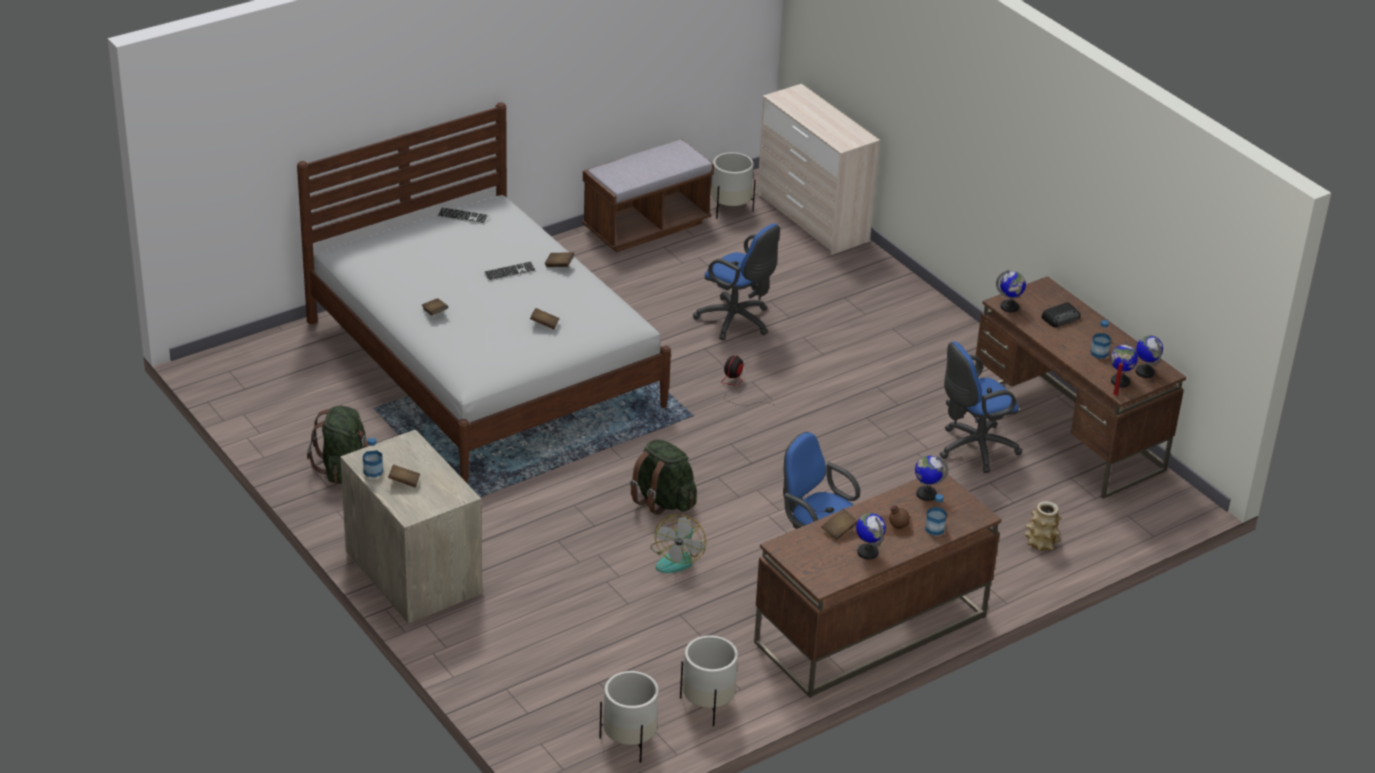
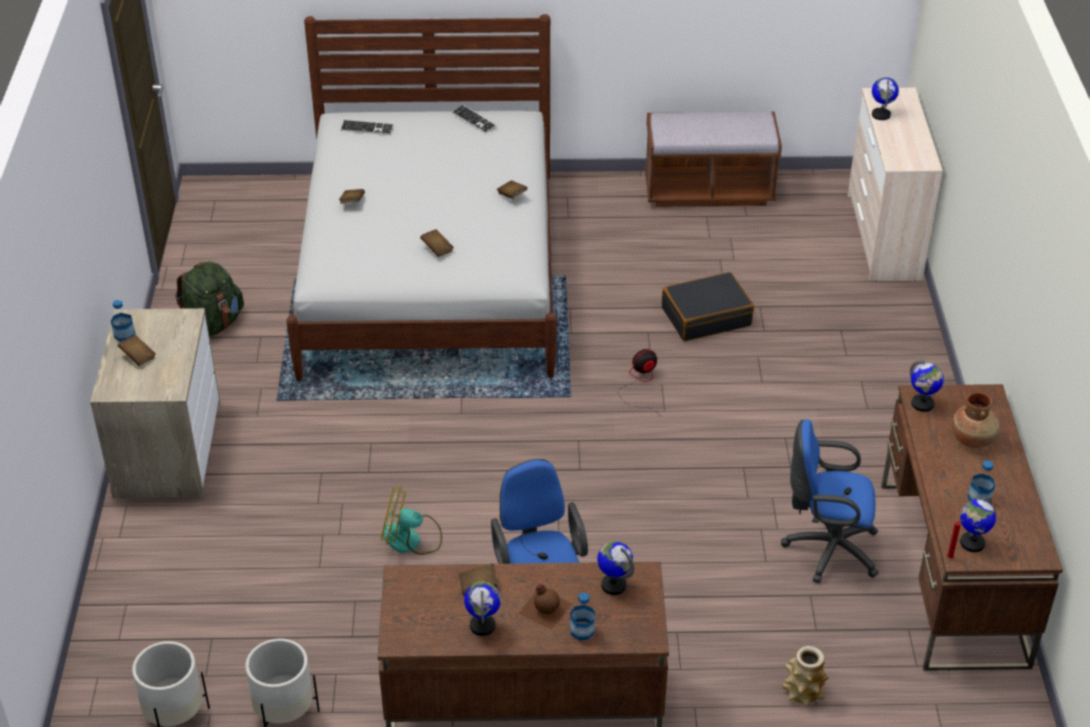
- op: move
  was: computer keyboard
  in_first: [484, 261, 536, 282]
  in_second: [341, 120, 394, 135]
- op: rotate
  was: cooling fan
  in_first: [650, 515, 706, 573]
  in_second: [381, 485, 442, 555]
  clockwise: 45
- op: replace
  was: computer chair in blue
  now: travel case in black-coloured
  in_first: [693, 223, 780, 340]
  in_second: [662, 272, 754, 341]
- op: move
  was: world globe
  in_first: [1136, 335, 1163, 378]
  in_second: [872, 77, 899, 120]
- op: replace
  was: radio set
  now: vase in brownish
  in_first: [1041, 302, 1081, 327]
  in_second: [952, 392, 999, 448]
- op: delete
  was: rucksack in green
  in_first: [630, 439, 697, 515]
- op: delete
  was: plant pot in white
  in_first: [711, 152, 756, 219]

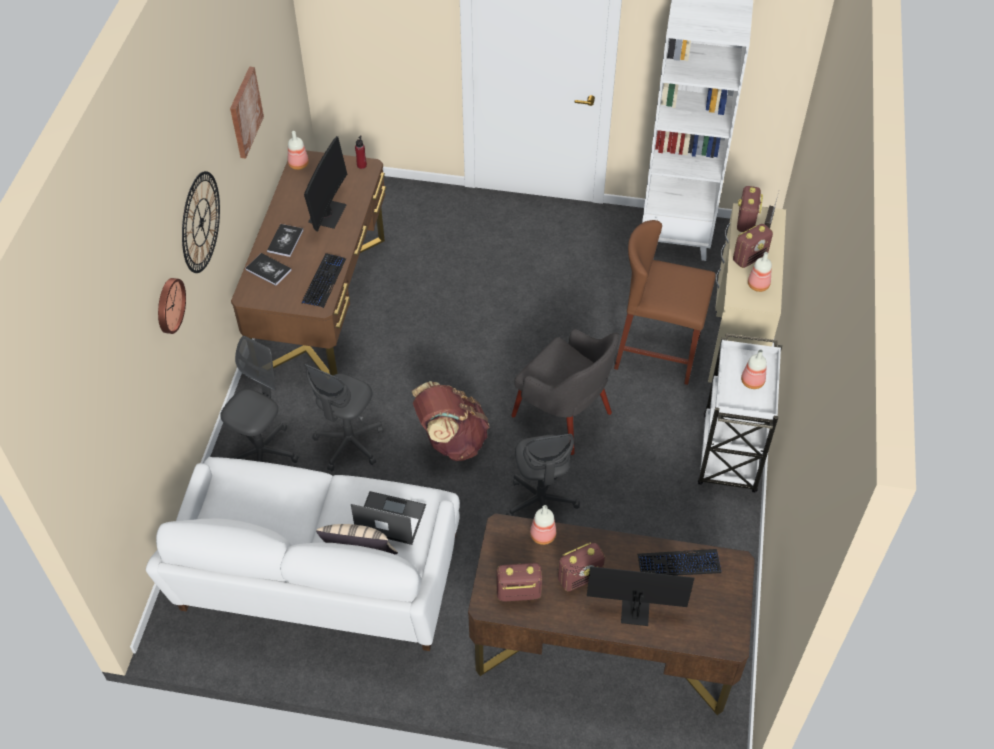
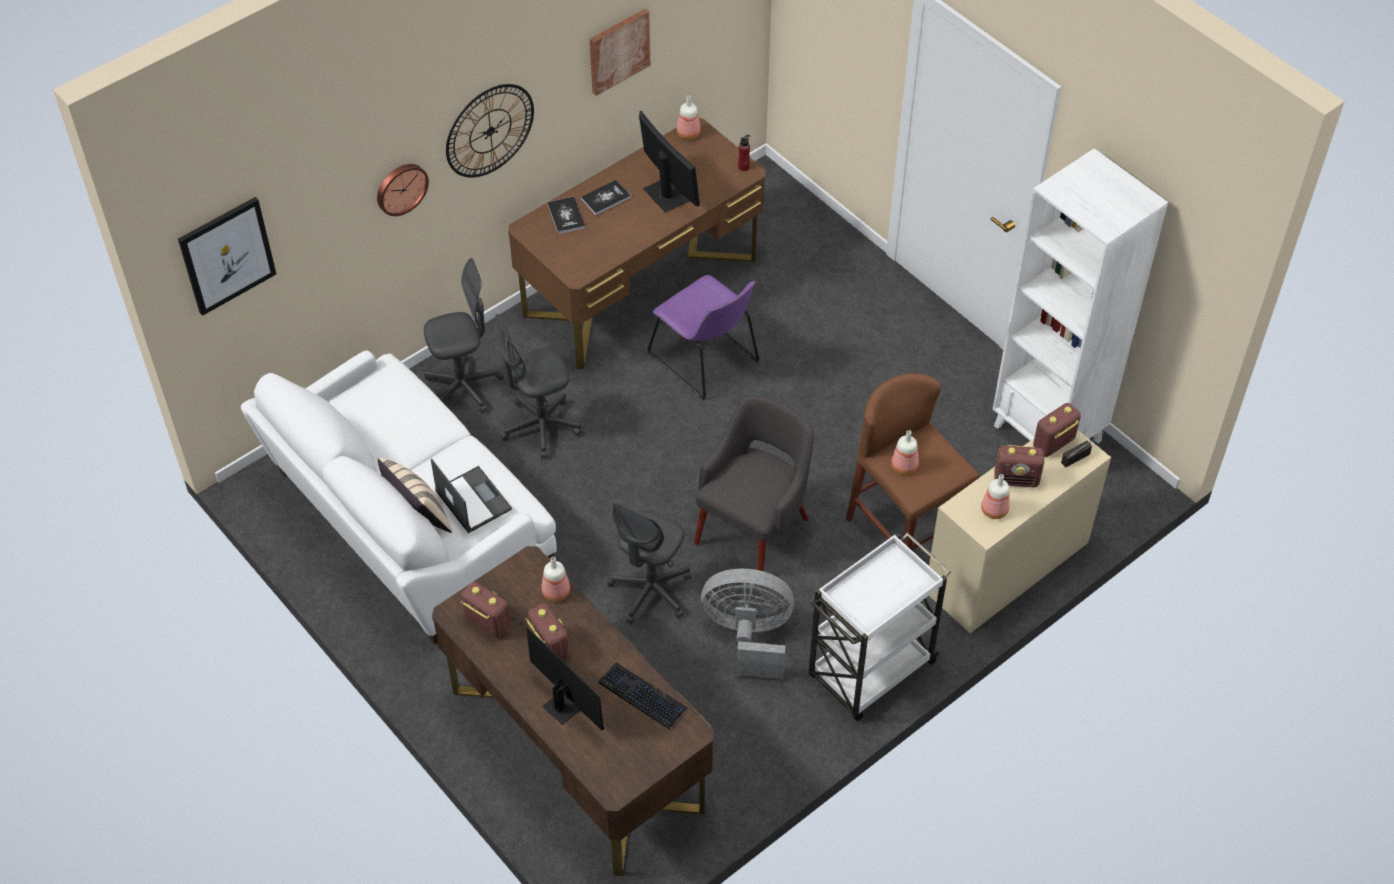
- op: insert
  now: wall art
  in_second: [178, 197, 276, 316]
- op: rotate
  was: radio set
  in_first: [558, 542, 605, 592]
  in_second: [526, 603, 570, 661]
  clockwise: -135
- op: rotate
  was: computer screen
  in_first: [304, 136, 347, 231]
  in_second: [639, 111, 700, 212]
  clockwise: -90
- op: insert
  now: chair in purple
  in_second: [647, 275, 760, 400]
- op: rotate
  was: easy chair in grey
  in_first: [511, 329, 620, 455]
  in_second: [694, 395, 814, 571]
  clockwise: -135
- op: insert
  now: cooling fan in grey
  in_second: [701, 569, 794, 679]
- op: move
  was: beverage bottle
  in_first: [741, 350, 767, 389]
  in_second: [891, 430, 919, 475]
- op: delete
  was: computer keyboard
  in_first: [301, 253, 346, 308]
- op: delete
  was: rucksack in brownish
  in_first: [412, 381, 490, 461]

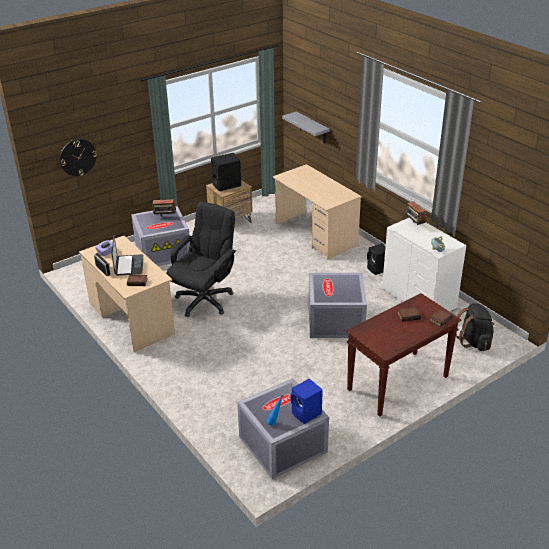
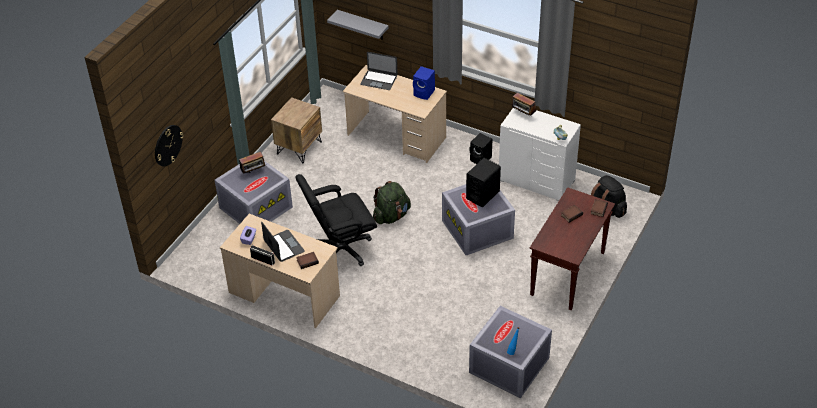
- op: rotate
  was: computer chair in black-coloured
  in_first: [166, 201, 236, 317]
  in_second: [295, 174, 377, 266]
  clockwise: -120
- op: insert
  now: laptop
  in_second: [360, 52, 398, 90]
- op: insert
  now: rucksack in green
  in_second: [373, 181, 411, 224]
- op: move
  was: audio speaker in blue
  in_first: [290, 378, 323, 424]
  in_second: [413, 66, 435, 100]
- op: move
  was: audio speaker in black-coloured
  in_first: [211, 153, 241, 191]
  in_second: [466, 158, 501, 207]

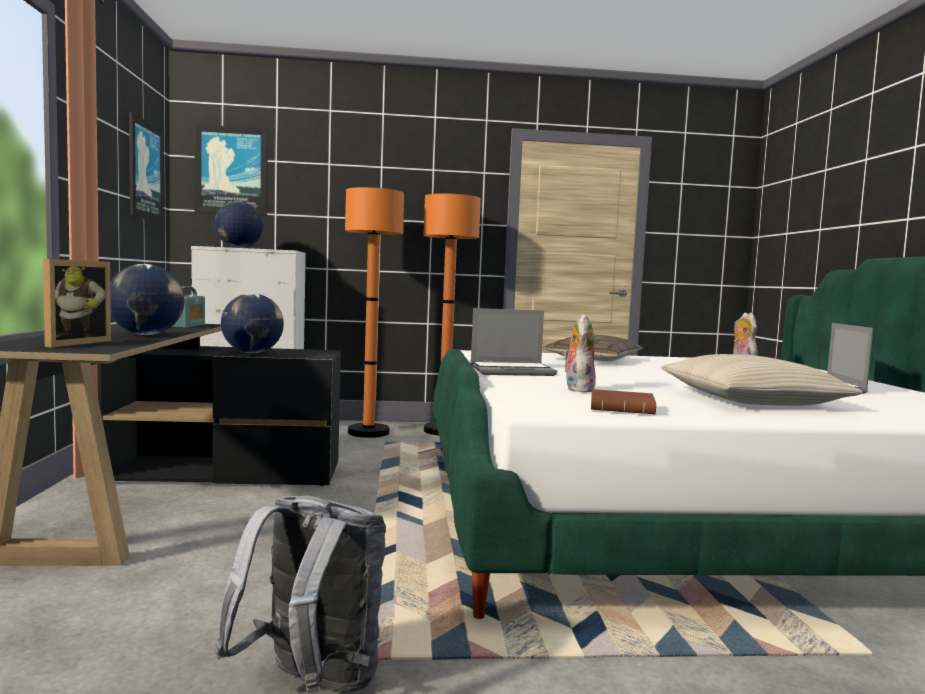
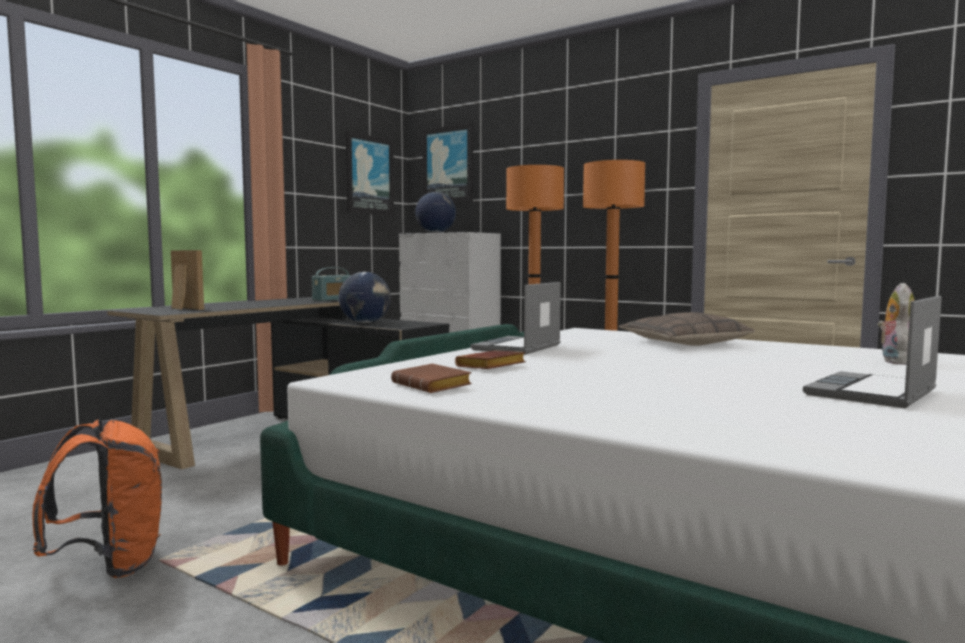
- op: recolor
  was: rucksack in grey
  now: rucksack in orange-coloured
  in_first: [214, 495, 386, 693]
  in_second: [32, 419, 162, 578]
- op: rotate
  was: photo frame
  in_first: [43, 259, 111, 347]
  in_second: [171, 250, 204, 310]
  clockwise: -105
- op: replace
  was: cuddly toy
  now: volume in brownish
  in_first: [563, 314, 596, 392]
  in_second: [455, 350, 526, 369]
- op: rotate
  was: laptop
  in_first: [471, 308, 557, 376]
  in_second: [470, 282, 561, 355]
  clockwise: 90
- op: delete
  was: world globe
  in_first: [110, 264, 185, 335]
- op: delete
  was: cushion in sand-coloured
  in_first: [661, 354, 863, 406]

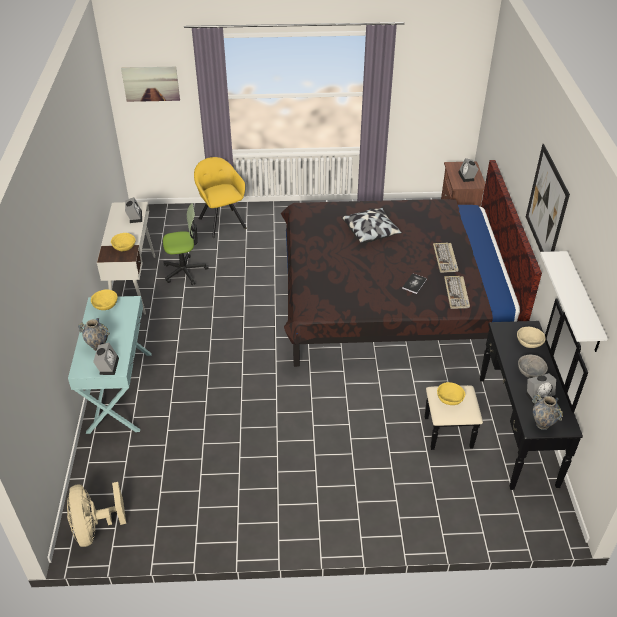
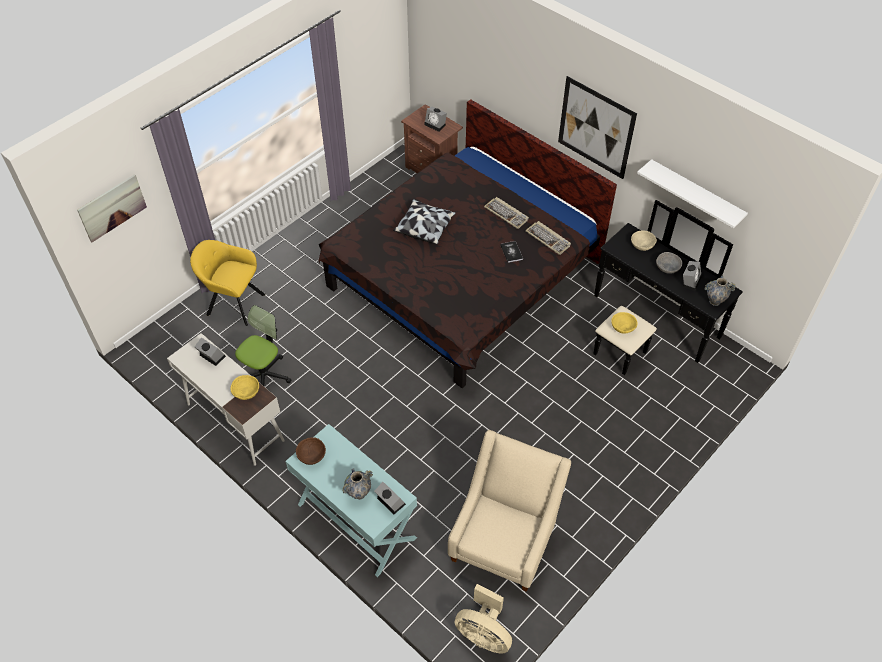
- op: recolor
  was: bowl in yellow-coloured
  now: bowl in brownish
  in_first: [91, 289, 118, 310]
  in_second: [296, 437, 326, 465]
- op: insert
  now: easy chair in sand-coloured
  in_second: [448, 430, 571, 592]

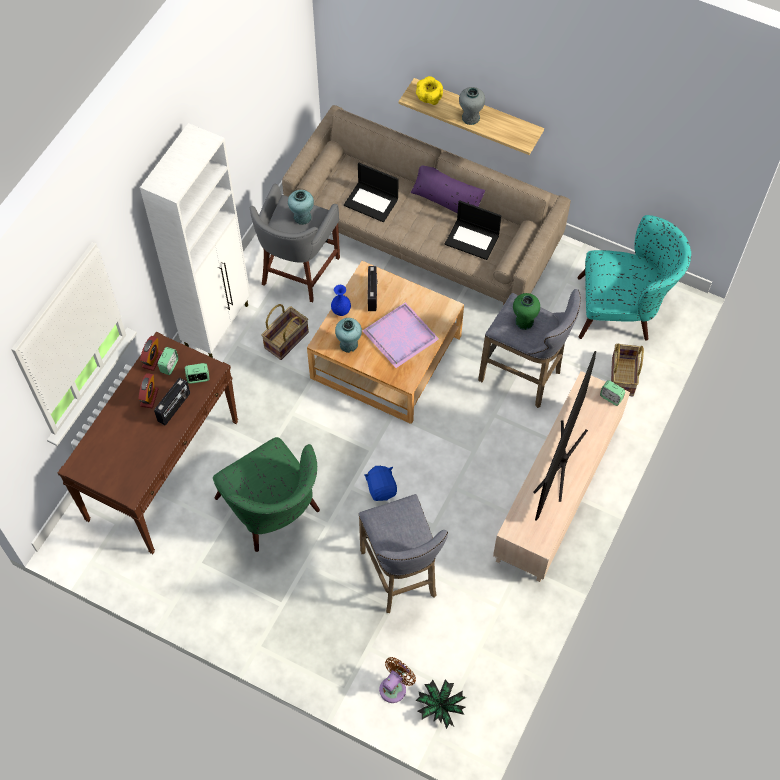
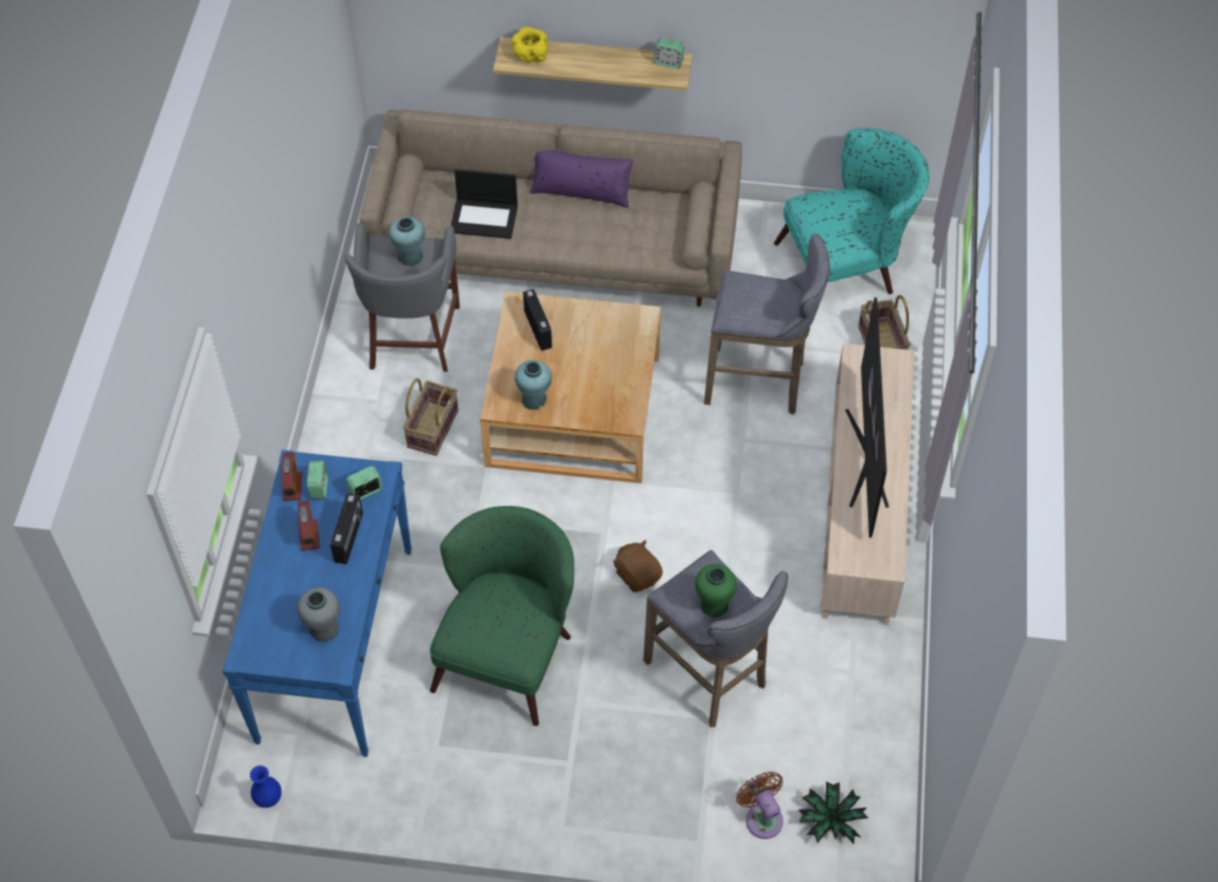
- op: recolor
  was: console table in brownish
  now: console table in blue
  in_first: [58, 332, 238, 554]
  in_second: [222, 450, 412, 757]
- op: move
  was: vase in blue
  in_first: [331, 285, 351, 316]
  in_second: [250, 765, 281, 808]
- op: move
  was: vase in grey
  in_first: [459, 87, 485, 125]
  in_second: [297, 587, 340, 642]
- op: rotate
  was: easy chair in green
  in_first: [213, 437, 320, 552]
  in_second: [430, 506, 574, 726]
  clockwise: -105
- op: recolor
  was: cuddly toy in blue
  now: cuddly toy in brownish
  in_first: [364, 466, 397, 501]
  in_second: [613, 540, 663, 592]
- op: move
  was: table clock
  in_first: [600, 380, 625, 406]
  in_second: [654, 38, 684, 69]
- op: move
  was: vase in green
  in_first: [513, 293, 540, 330]
  in_second: [695, 564, 737, 618]
- op: rotate
  was: cooling fan in brownish
  in_first: [379, 657, 416, 703]
  in_second: [736, 772, 783, 839]
  clockwise: -45
- op: delete
  was: cabinet in white
  in_first: [140, 123, 250, 358]
- op: delete
  was: carrying tray in purple
  in_first: [362, 302, 439, 368]
- op: delete
  was: laptop
  in_first: [445, 200, 501, 260]

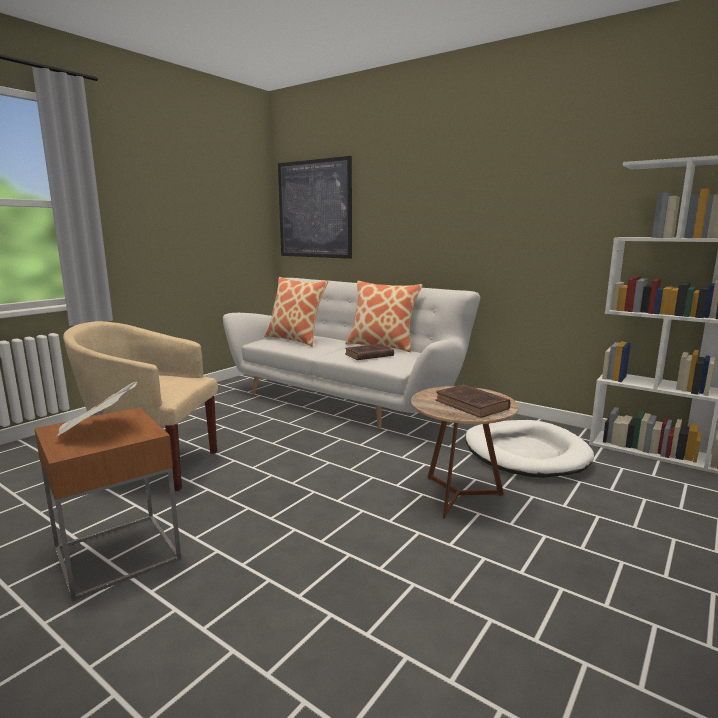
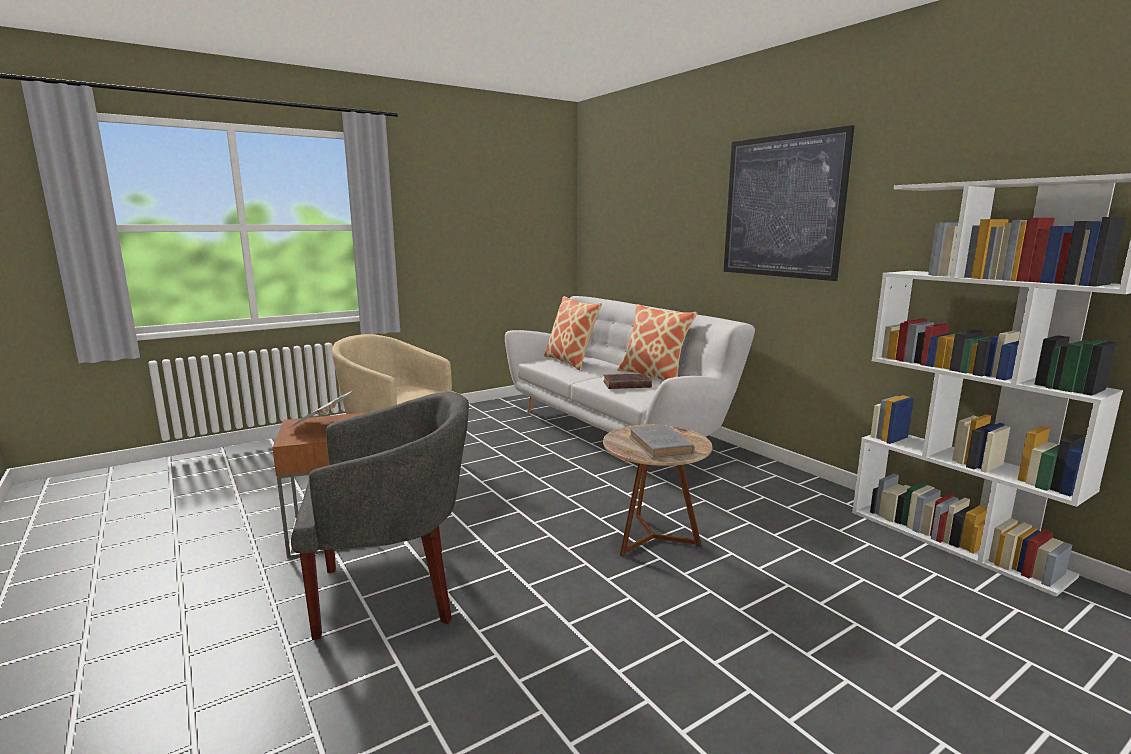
- op: insert
  now: easy chair in grey
  in_second: [291, 392, 469, 640]
- op: recolor
  was: volume in brownish
  now: volume in grey
  in_first: [436, 384, 511, 418]
  in_second: [629, 424, 695, 459]
- op: move
  was: wall art
  in_first: [278, 156, 352, 259]
  in_second: [724, 125, 855, 281]
- op: delete
  was: pet bed in white
  in_first: [465, 420, 594, 478]

